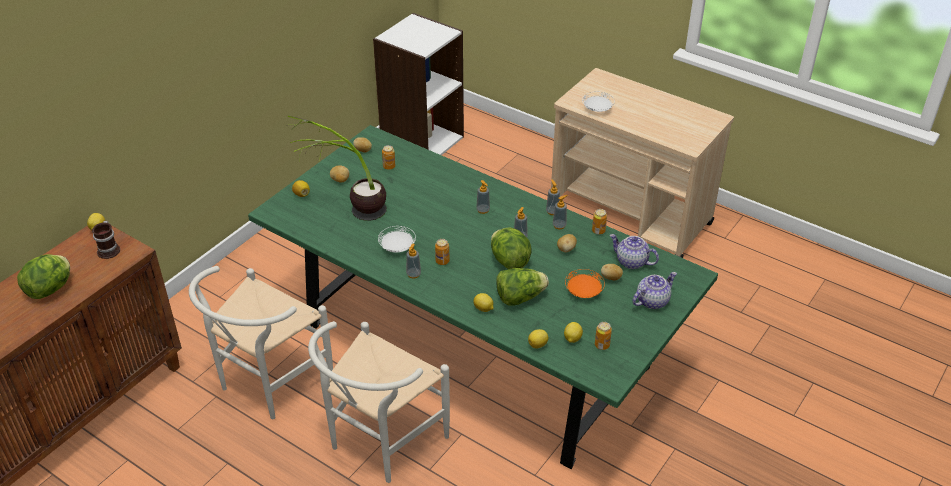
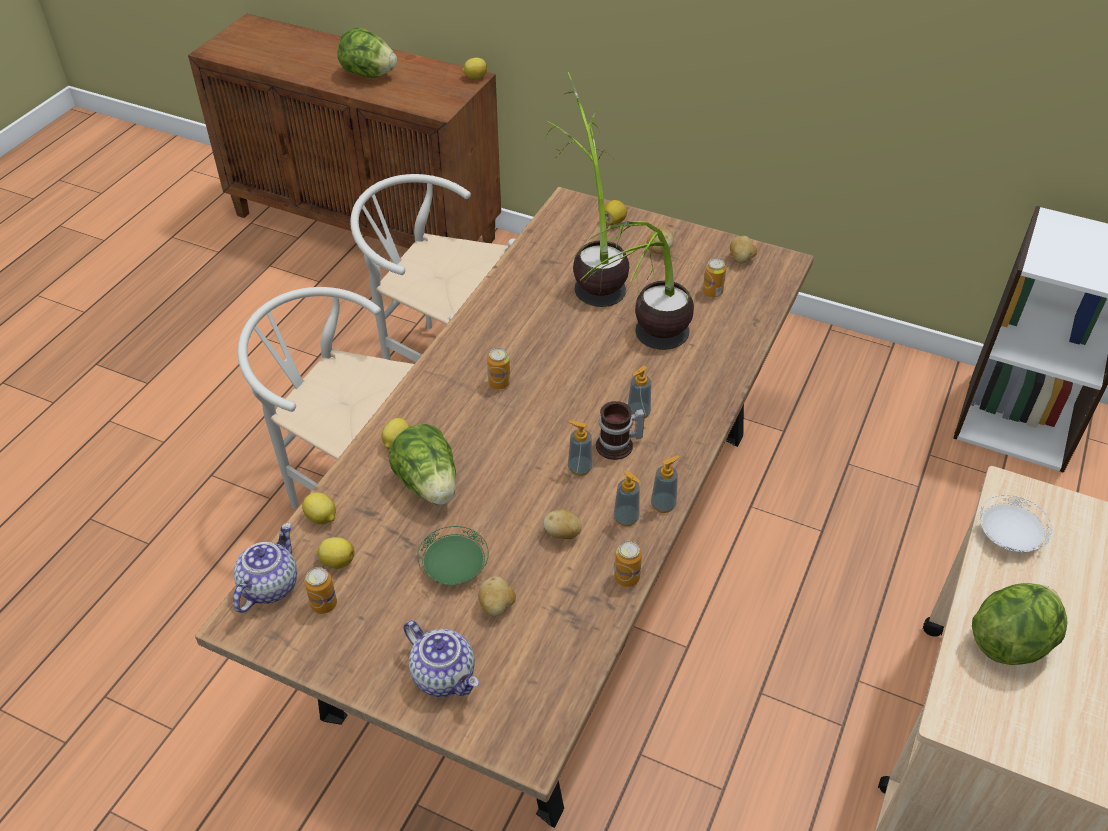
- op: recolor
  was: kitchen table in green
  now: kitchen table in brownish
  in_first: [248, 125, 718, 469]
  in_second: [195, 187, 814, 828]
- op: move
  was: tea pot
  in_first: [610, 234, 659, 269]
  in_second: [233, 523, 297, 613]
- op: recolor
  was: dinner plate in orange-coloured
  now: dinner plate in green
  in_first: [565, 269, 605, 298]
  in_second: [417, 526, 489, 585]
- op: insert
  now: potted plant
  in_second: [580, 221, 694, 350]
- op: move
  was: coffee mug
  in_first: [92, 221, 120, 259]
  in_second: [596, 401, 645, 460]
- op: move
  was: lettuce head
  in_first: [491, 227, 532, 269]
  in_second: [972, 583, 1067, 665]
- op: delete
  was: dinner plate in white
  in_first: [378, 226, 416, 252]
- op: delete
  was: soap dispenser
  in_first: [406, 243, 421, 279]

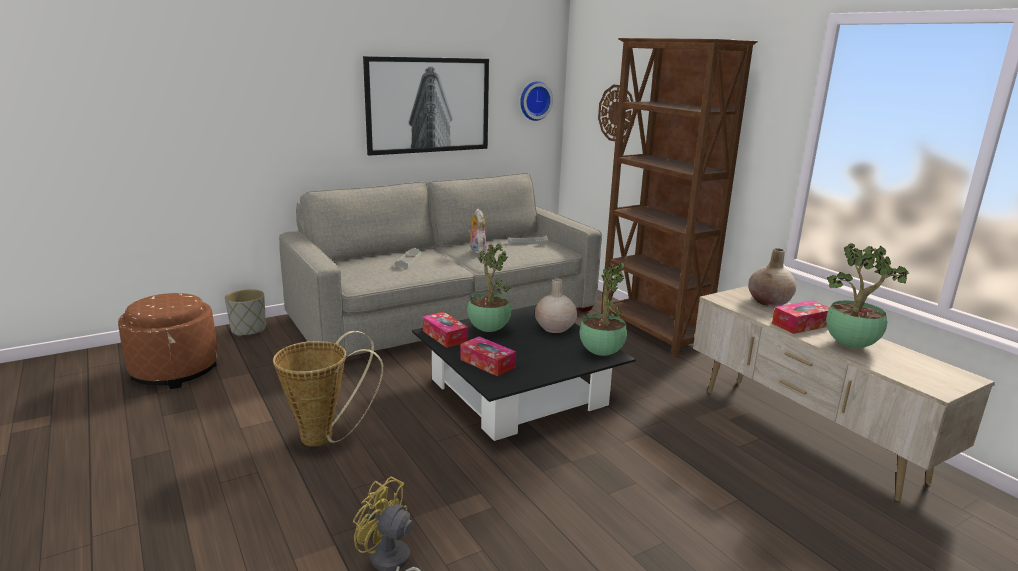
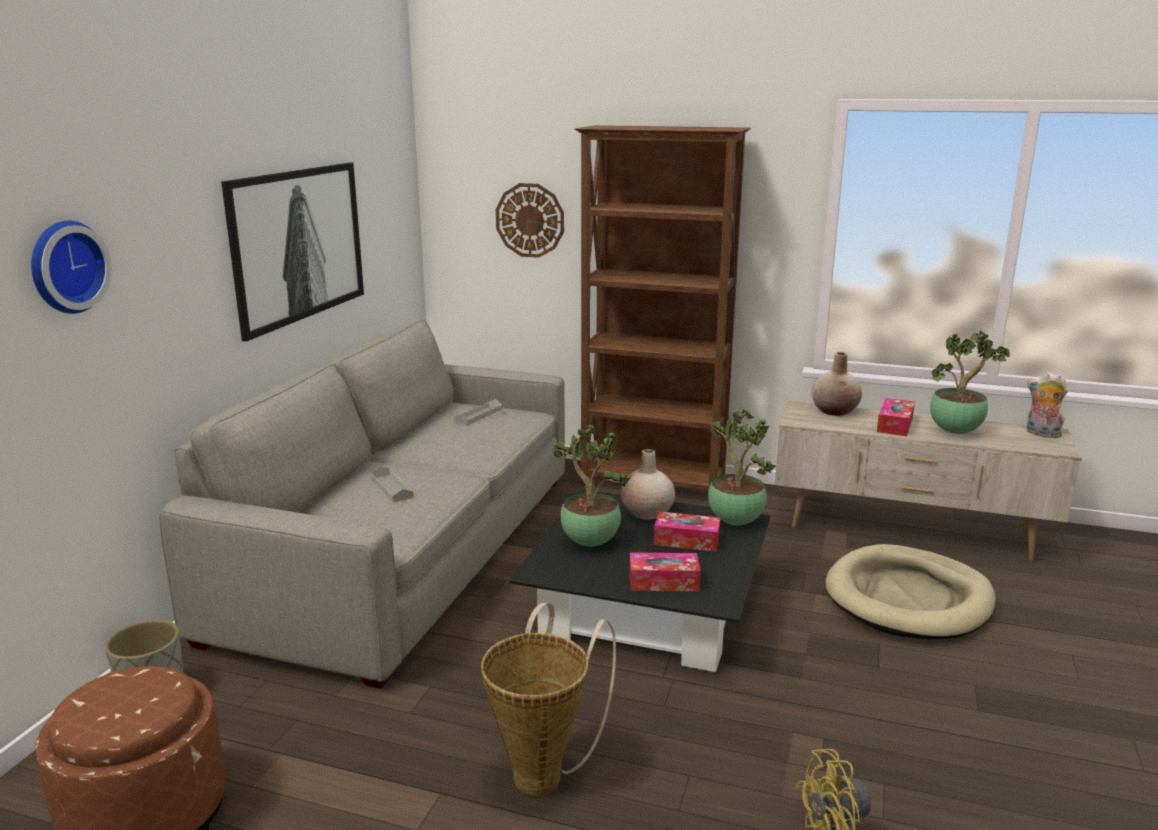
- op: move
  was: wall clock
  in_first: [520, 81, 553, 121]
  in_second: [31, 221, 112, 314]
- op: move
  was: box of tissues
  in_first: [423, 312, 468, 348]
  in_second: [654, 511, 721, 552]
- op: insert
  now: pet bed in sand-coloured
  in_second: [825, 544, 996, 640]
- op: move
  was: cuddly toy
  in_first: [468, 209, 487, 254]
  in_second: [1026, 372, 1068, 438]

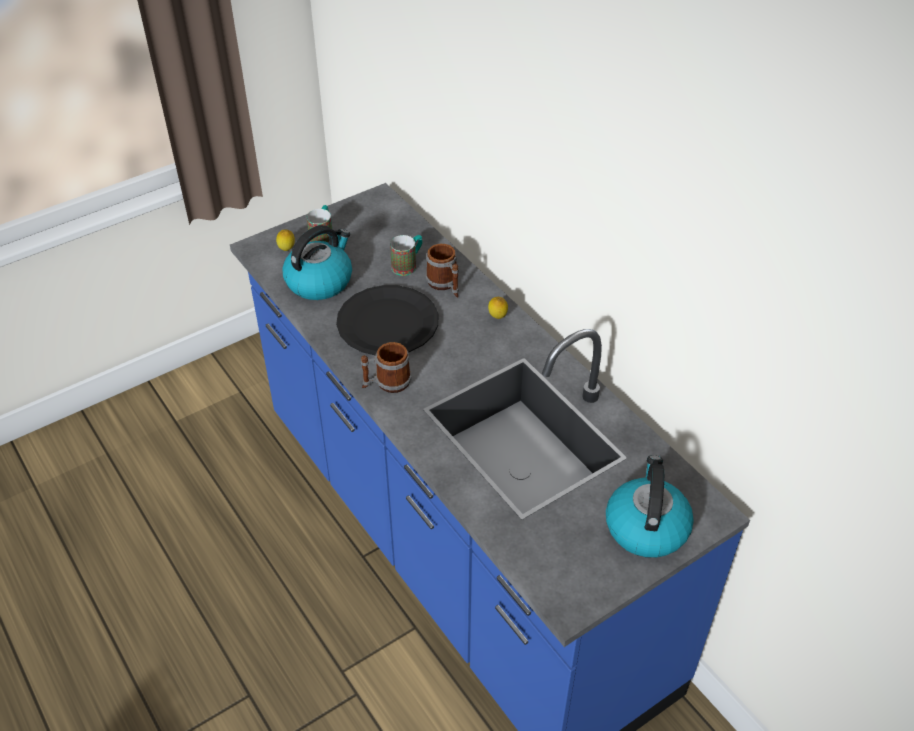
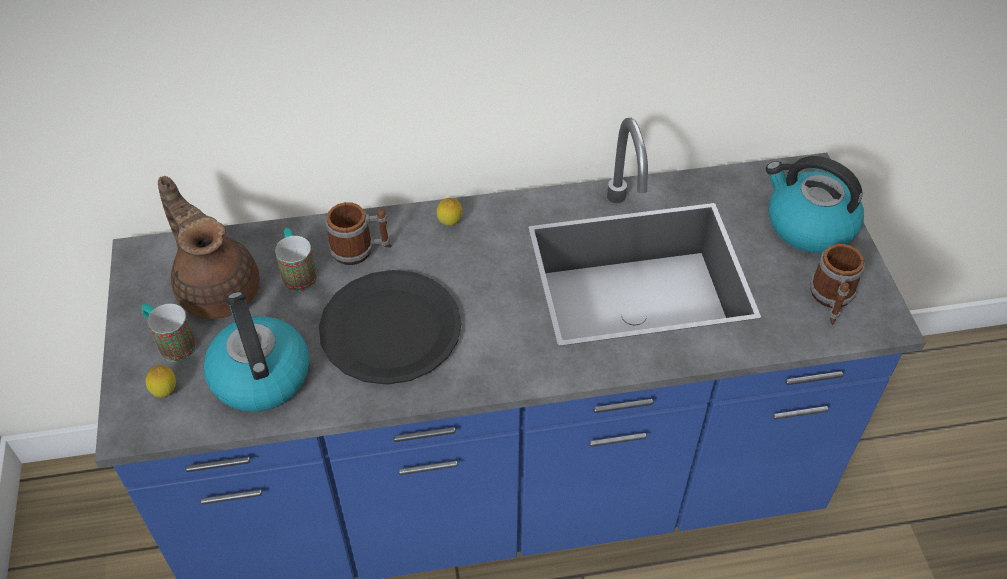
- op: insert
  now: tea pot in brownish
  in_second: [158, 176, 259, 319]
- op: move
  was: coffee mug
  in_first: [361, 342, 411, 393]
  in_second: [810, 244, 865, 325]

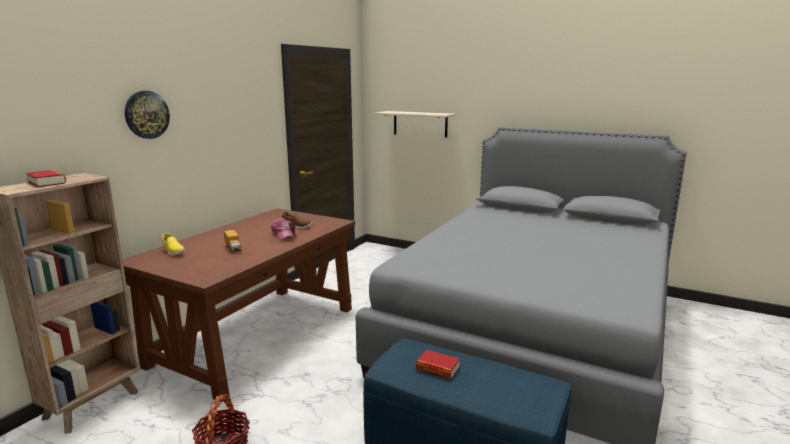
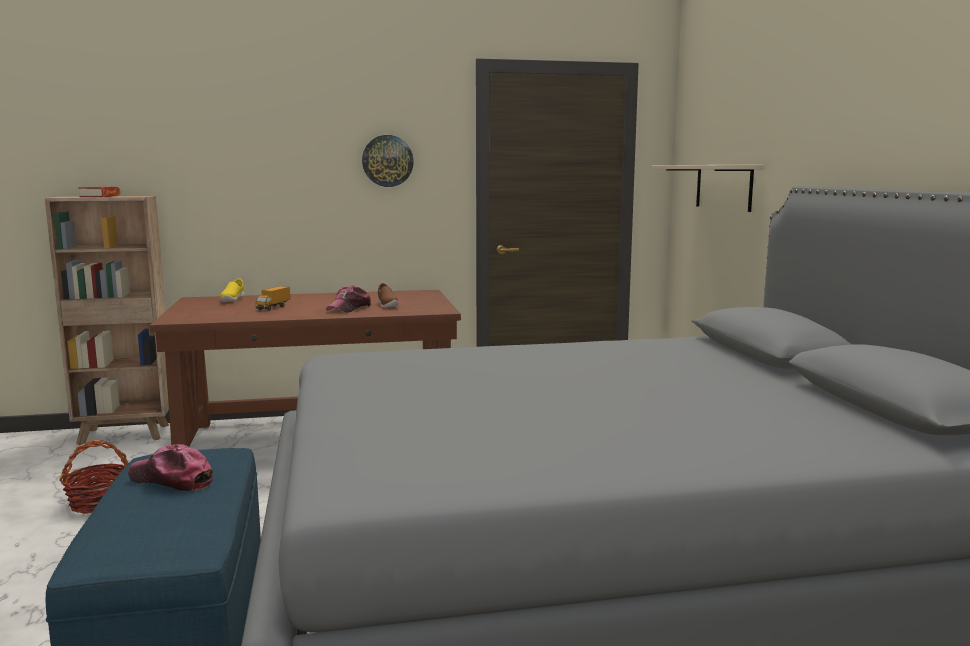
- op: replace
  was: volume
  now: peaked cap
  in_first: [416, 350, 460, 380]
  in_second: [128, 444, 213, 491]
- op: move
  was: wall clock
  in_first: [125, 91, 170, 139]
  in_second: [362, 135, 414, 187]

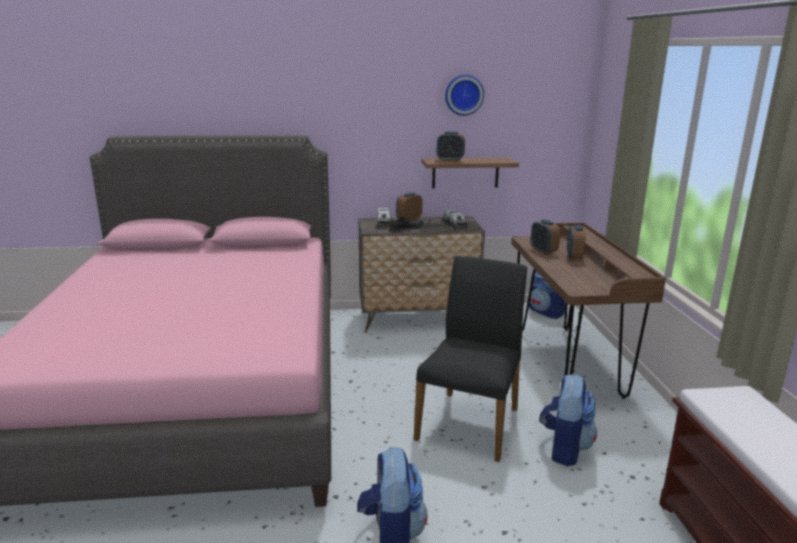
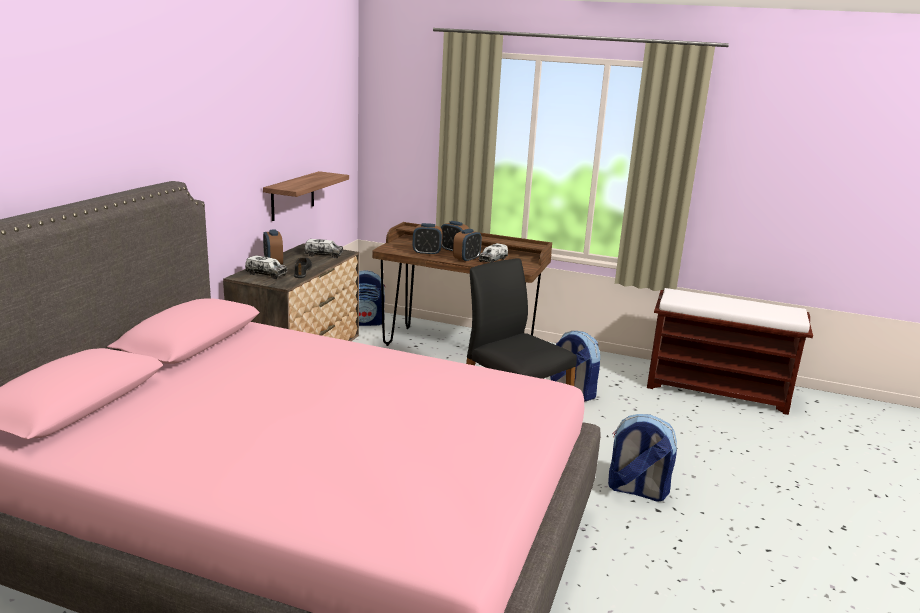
- op: move
  was: table clock
  in_first: [437, 132, 465, 162]
  in_second: [453, 229, 482, 263]
- op: insert
  now: model truck
  in_second: [479, 243, 508, 263]
- op: delete
  was: wall clock
  in_first: [445, 75, 484, 116]

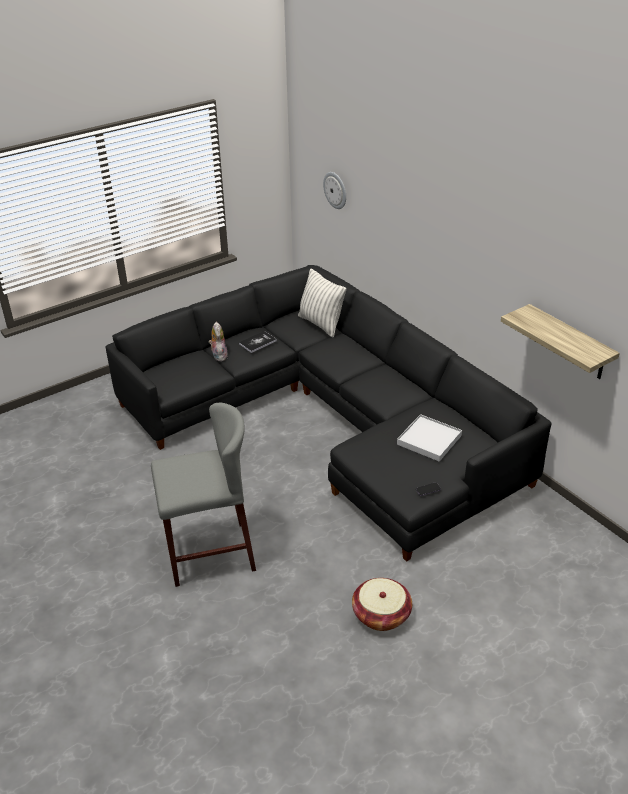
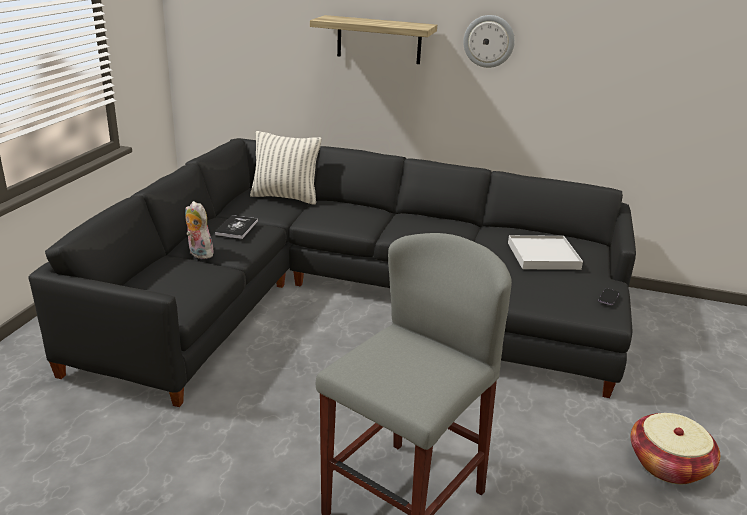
- op: move
  was: shelf
  in_first: [501, 304, 620, 379]
  in_second: [310, 15, 437, 64]
- op: move
  was: wall clock
  in_first: [323, 172, 346, 209]
  in_second: [463, 15, 515, 68]

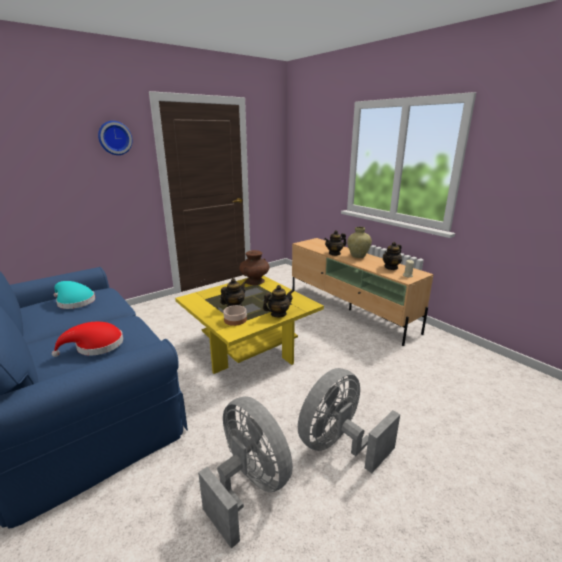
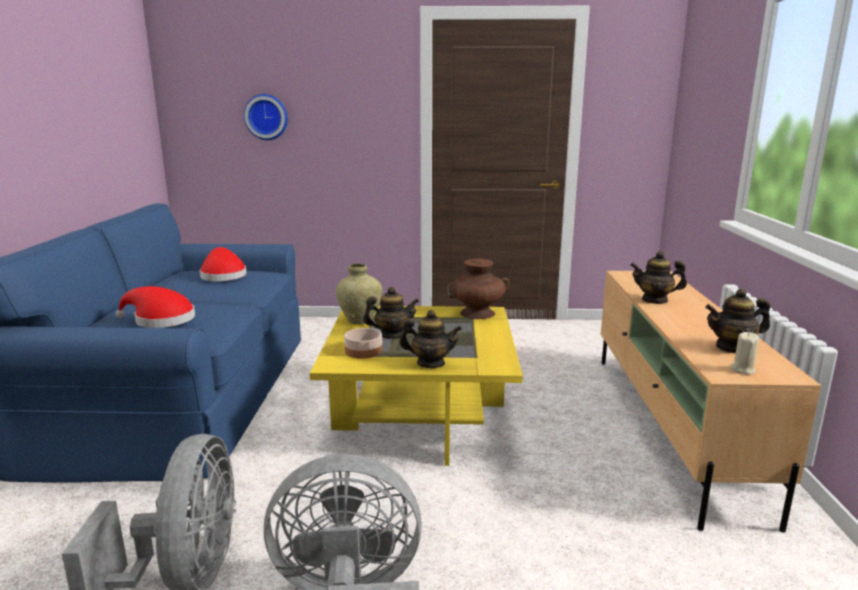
- op: recolor
  was: wearable hat in blue-green
  now: wearable hat in red-coloured
  in_first: [54, 281, 95, 309]
  in_second: [200, 247, 247, 281]
- op: move
  was: wall clock
  in_first: [98, 121, 132, 155]
  in_second: [244, 94, 288, 140]
- op: move
  was: vase in sand-coloured
  in_first: [347, 227, 372, 258]
  in_second: [336, 263, 382, 325]

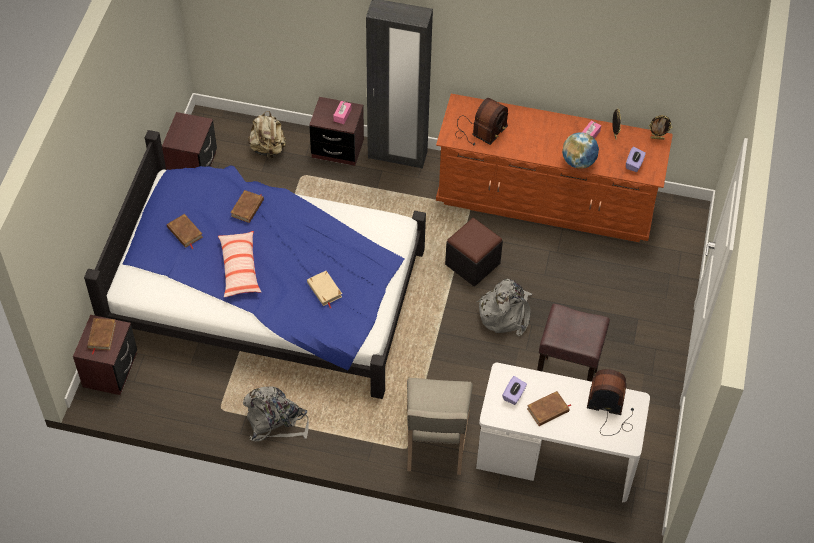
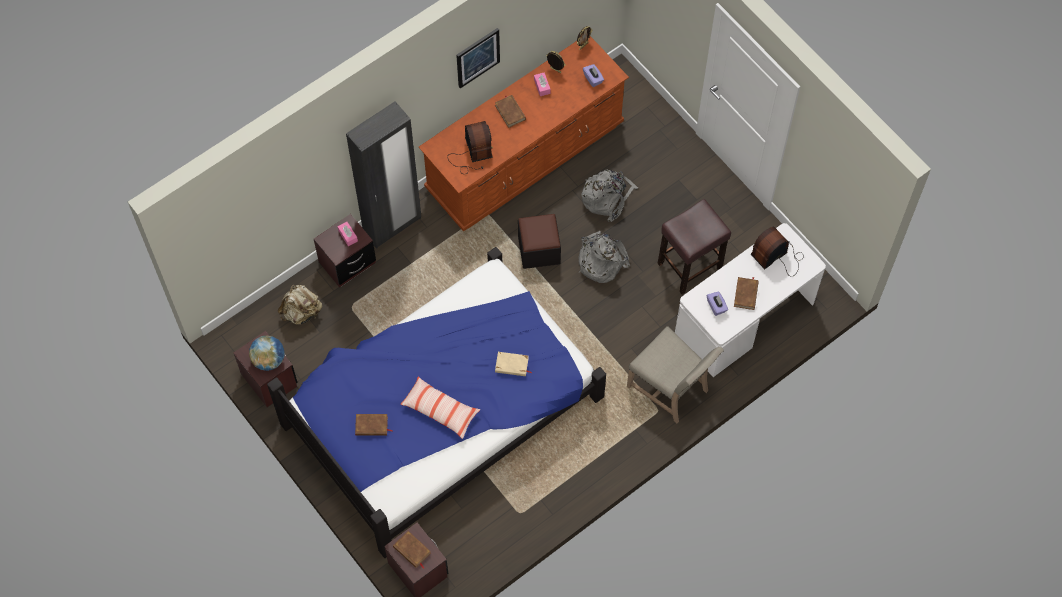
- op: move
  was: world globe
  in_first: [562, 132, 599, 169]
  in_second: [249, 335, 285, 371]
- op: insert
  now: wall art
  in_second: [456, 28, 500, 88]
- op: move
  was: volume in brownish
  in_first: [230, 190, 264, 223]
  in_second: [495, 95, 526, 128]
- op: move
  was: rucksack in grey
  in_first: [243, 386, 309, 442]
  in_second: [582, 170, 638, 222]

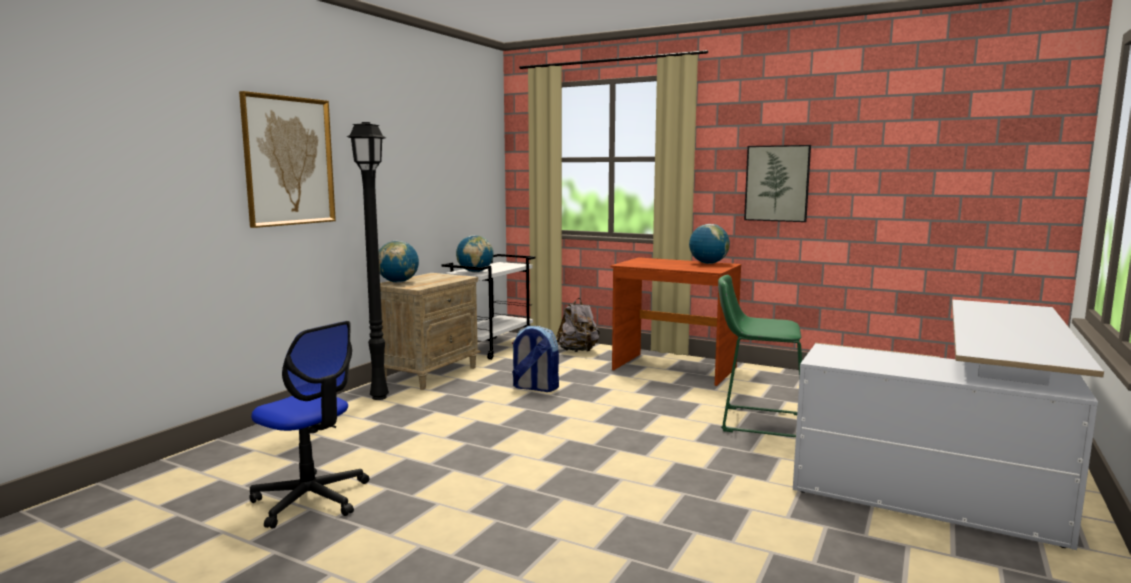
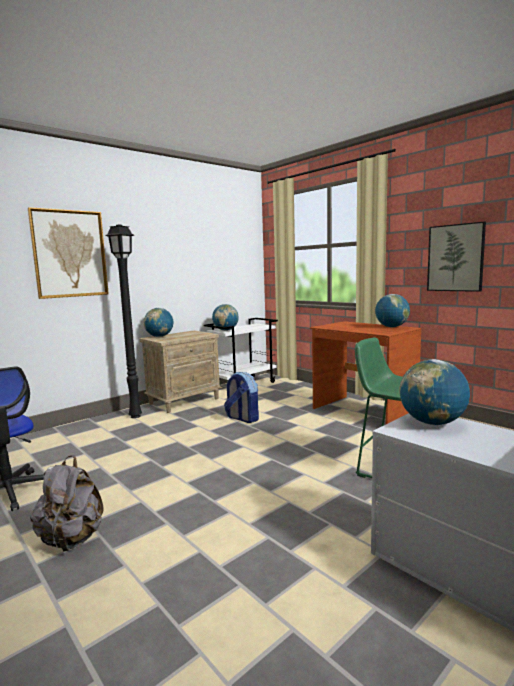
- op: move
  was: rucksack in grey
  in_first: [556, 298, 600, 352]
  in_second: [30, 455, 104, 552]
- op: insert
  now: world globe
  in_second: [399, 359, 470, 425]

